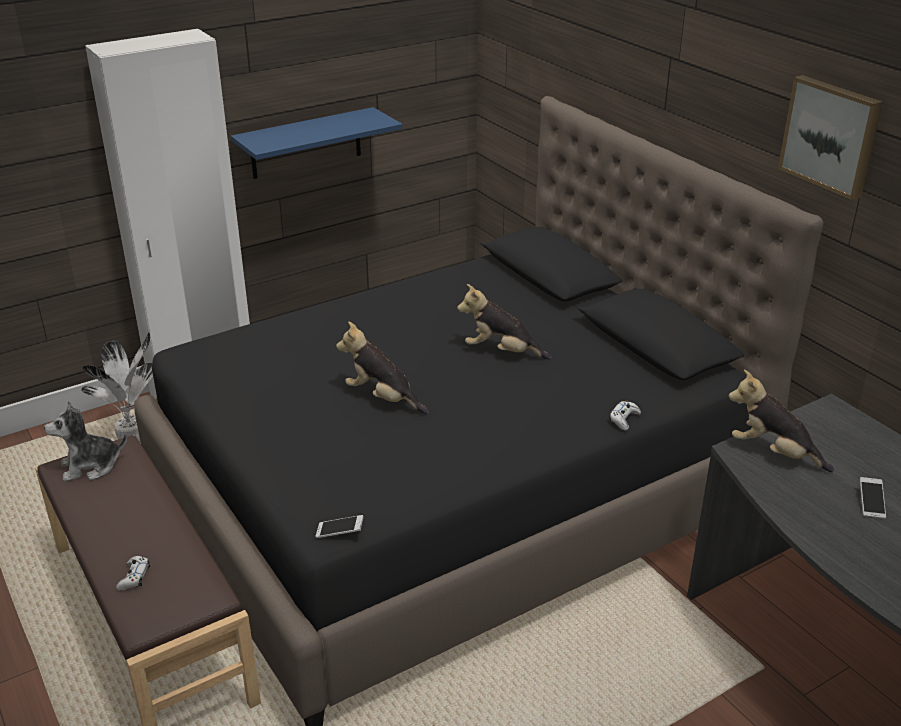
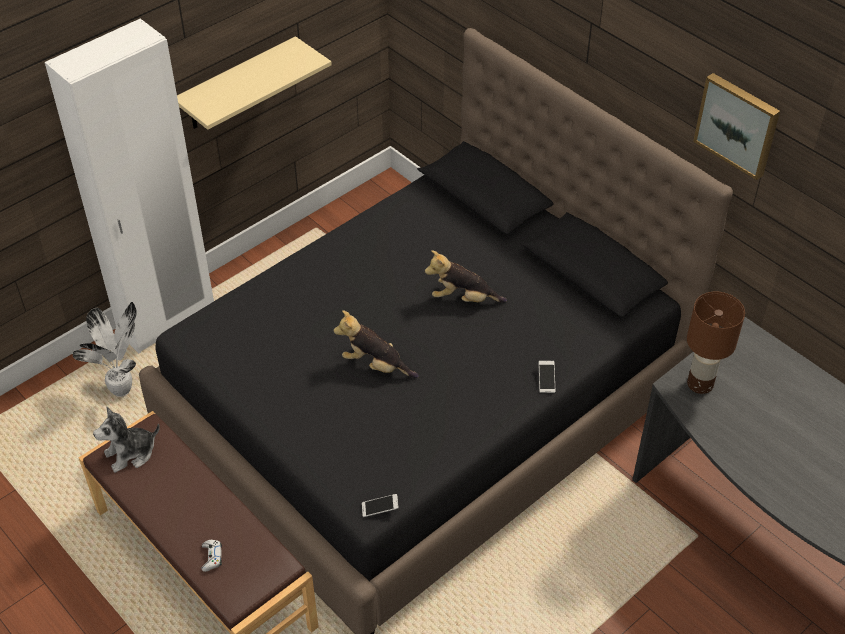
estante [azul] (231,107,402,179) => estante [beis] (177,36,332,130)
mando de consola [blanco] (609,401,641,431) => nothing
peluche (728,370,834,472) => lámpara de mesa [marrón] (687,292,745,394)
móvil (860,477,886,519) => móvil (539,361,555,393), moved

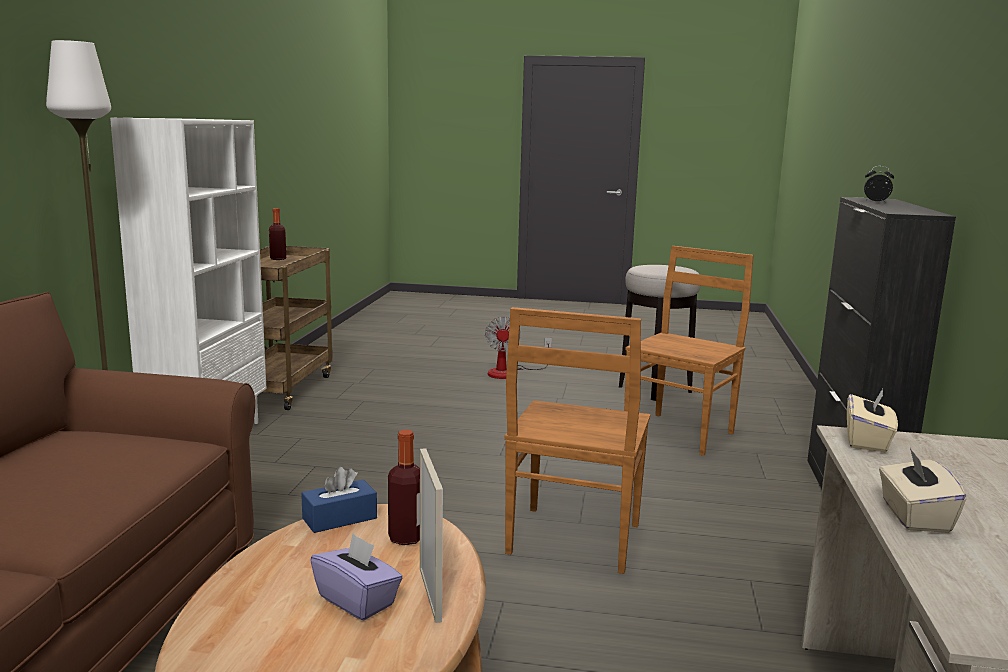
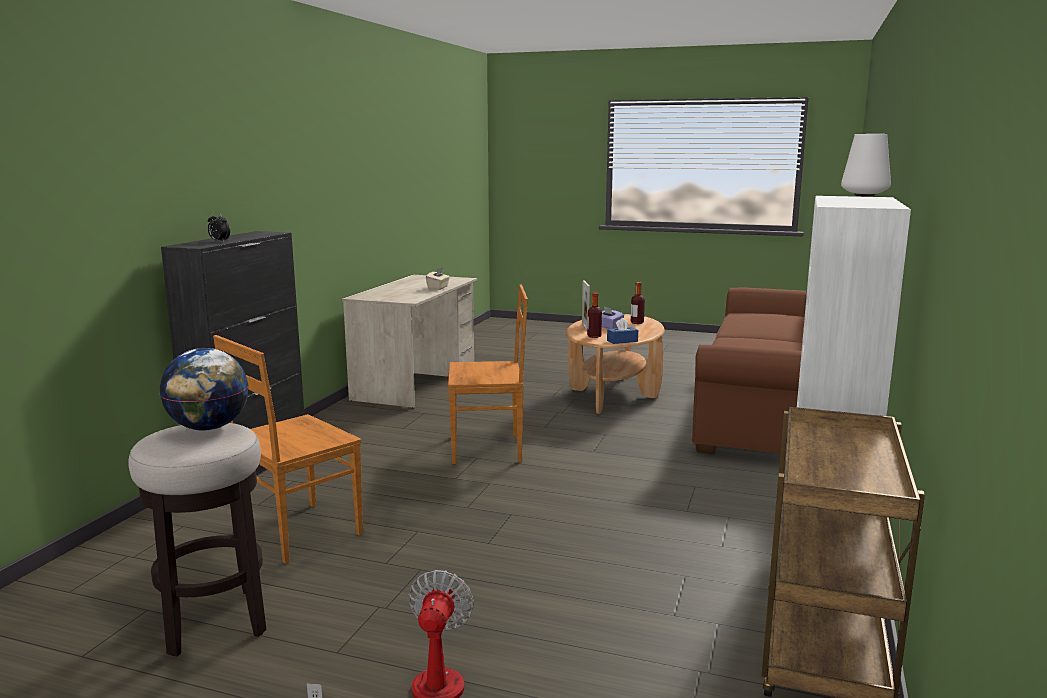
botella (269,208,286,260) => botella (631,282,645,324), moved
silla [marrón] (504,307,650,574) => silla [marrón] (448,285,528,464), 60 degrees clockwise
caja de pañuelos [beis] (847,389,898,452) => nothing
nothing => globo terráqueo (159,348,248,430)

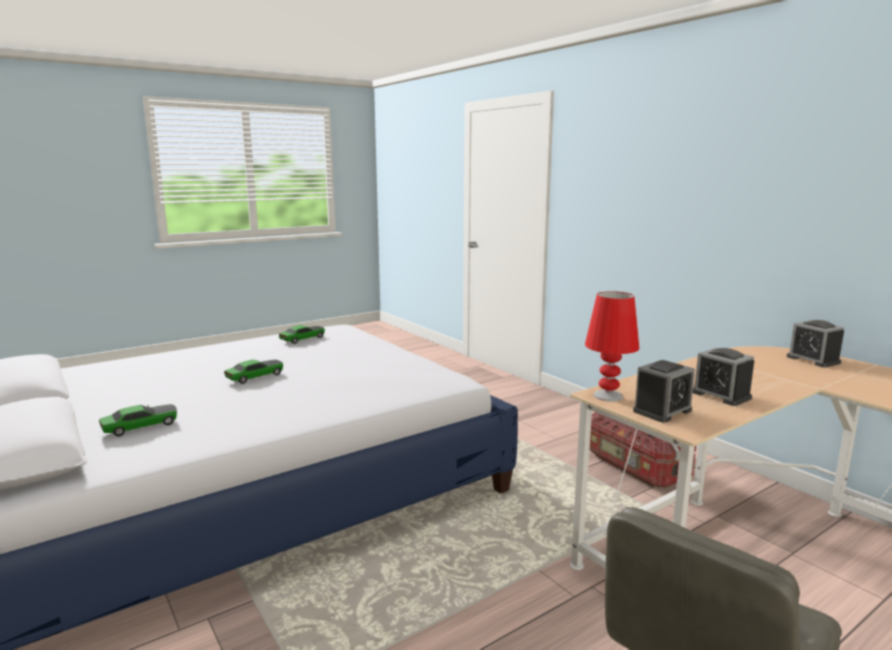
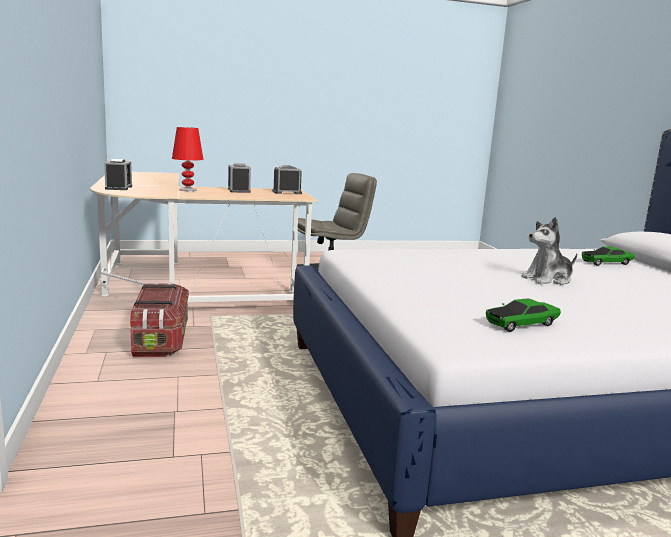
coche de juguete (224,359,283,384) => peluche (522,217,577,285)
lámpara de mesa [rojo] (585,291,640,402) => lámpara de mesa [rojo] (172,127,204,191), moved

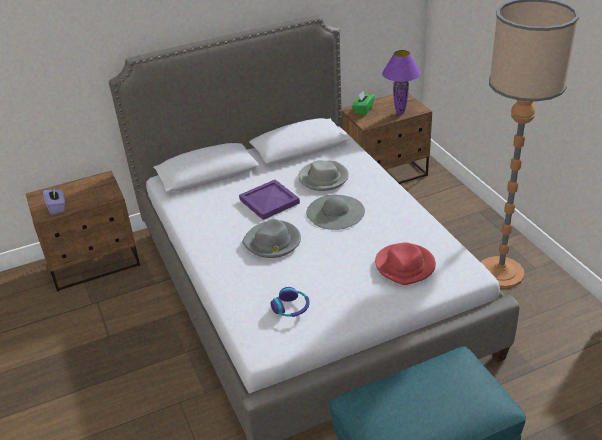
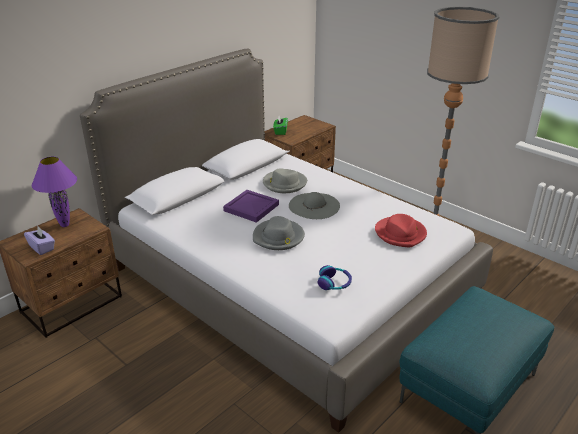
lámpara de mesa [morado] (382,50,421,115) => lámpara de mesa [morado] (32,157,77,227), moved

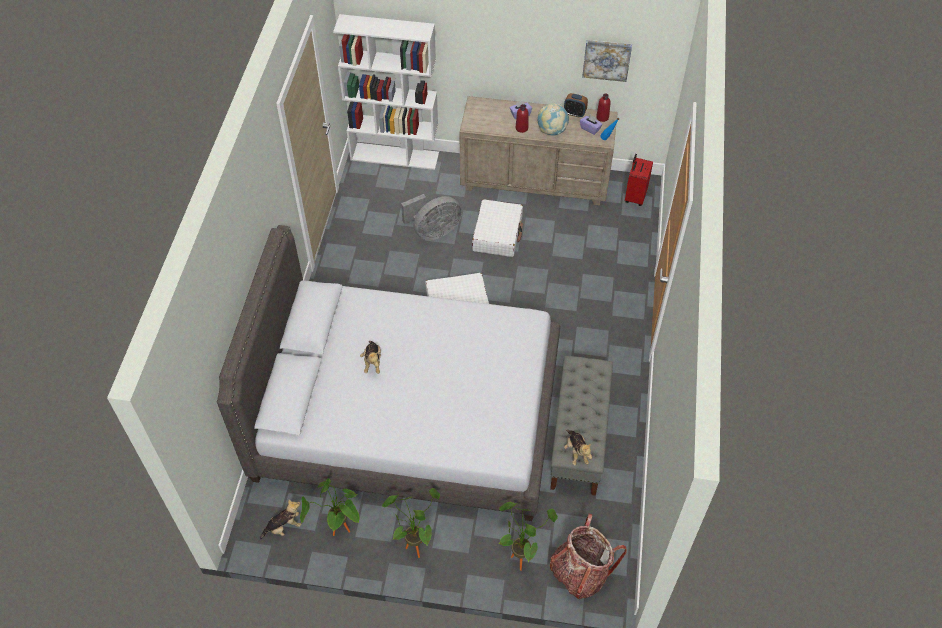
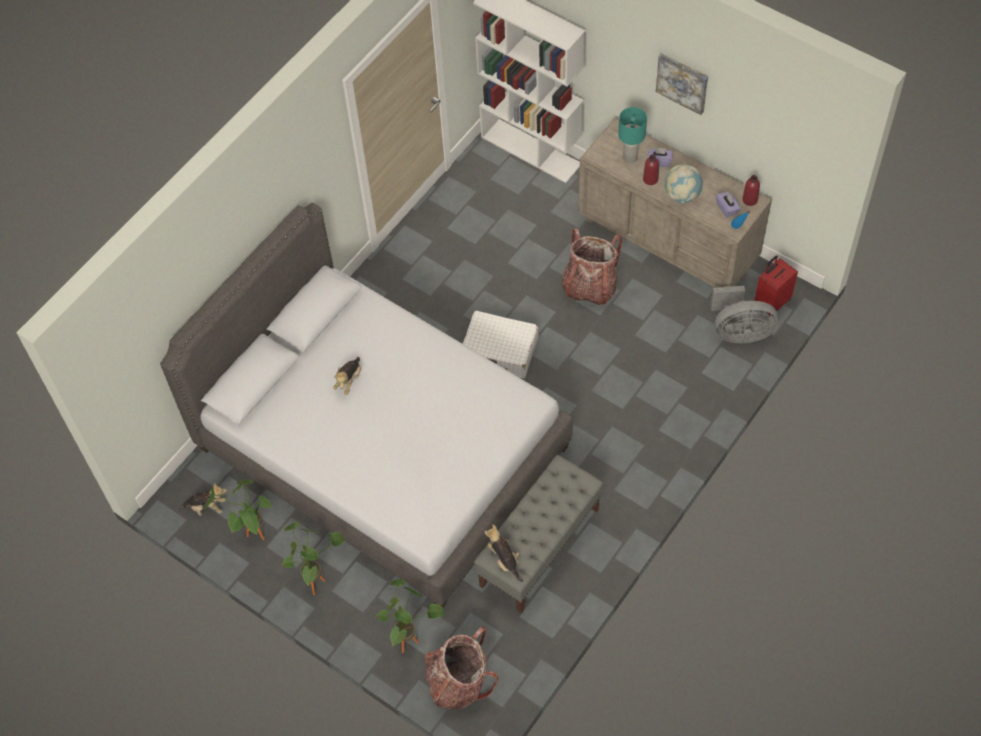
ventilador [gris] (401,194,462,240) => ventilador [gris] (710,286,779,343), moved
maleta [blanco] (472,199,523,257) => mochila (561,228,622,305)
despertador (564,93,588,118) => nothing
peluche (564,430,592,465) => peluche (485,525,523,582), 135 degrees clockwise
cuadro (582,40,632,82) => cuadro (656,53,708,115), moved
nothing => lámpara de mesa [turquesa] (618,107,647,163)

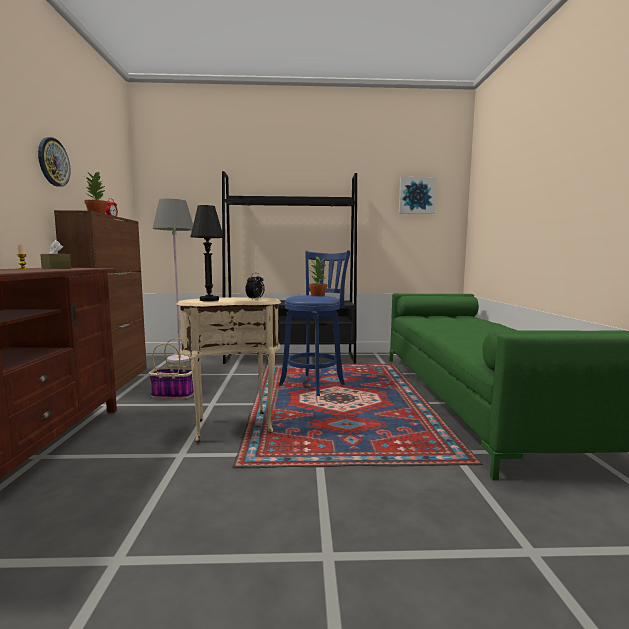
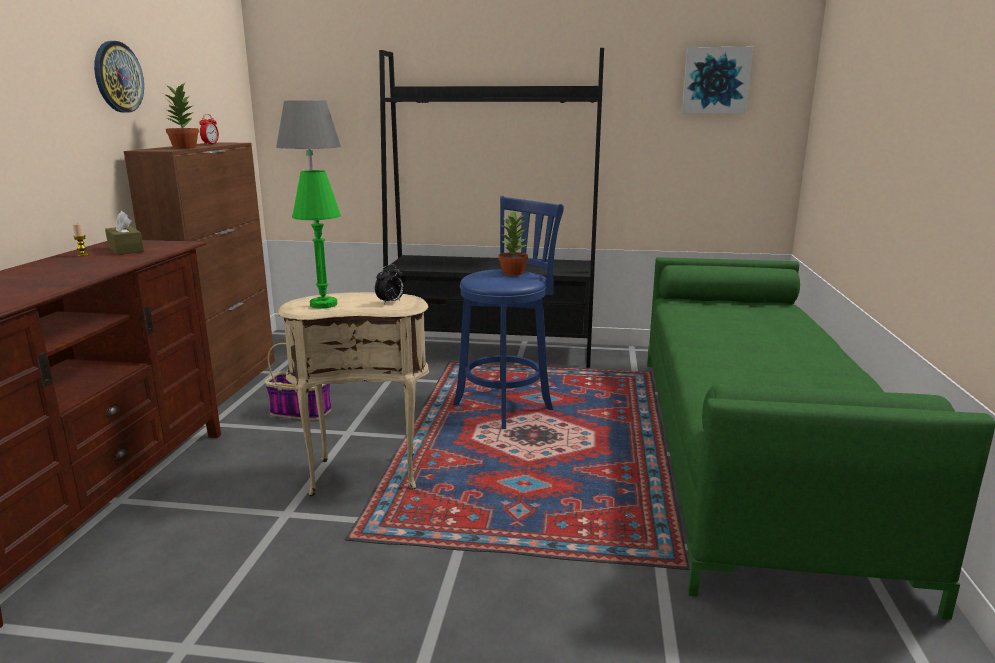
lámpara de mesa [negro] (190,205,224,301) => lámpara de mesa [verde] (292,170,341,309)

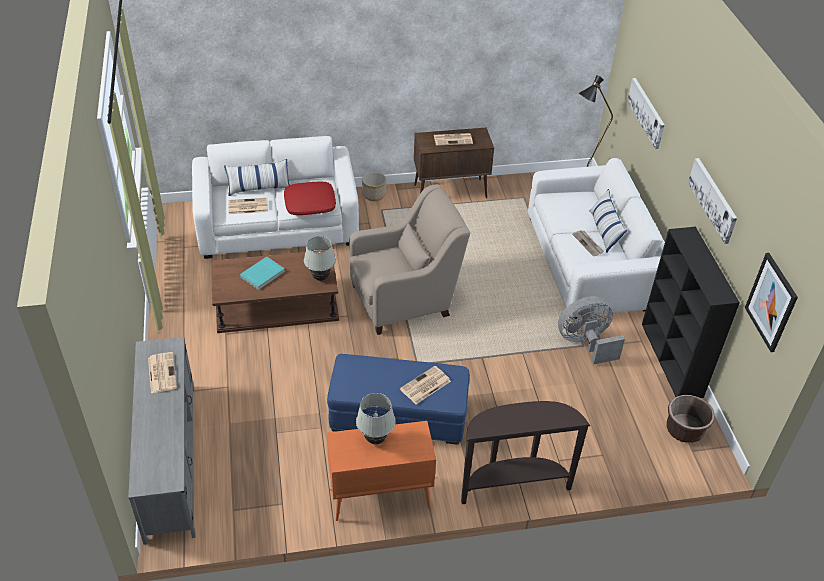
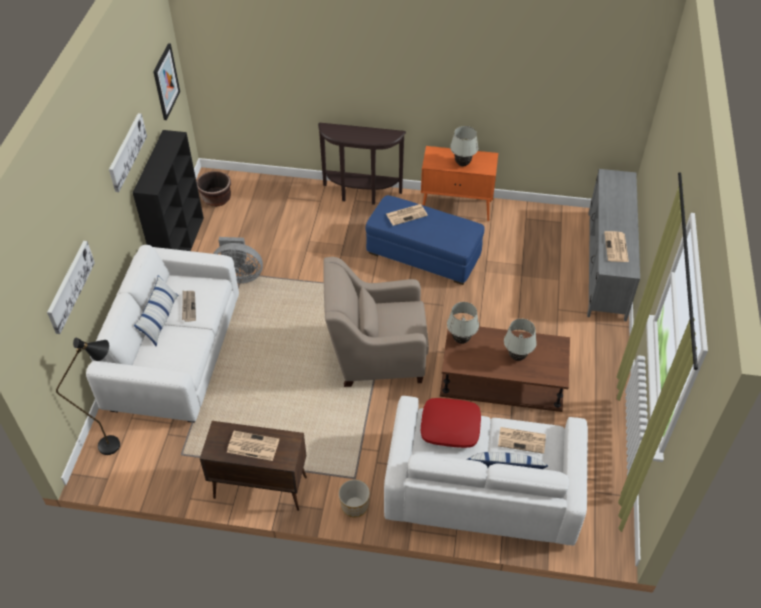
libro [turquesa] (240,257,285,290) => lámpara de mesa [blanco] (504,319,537,361)

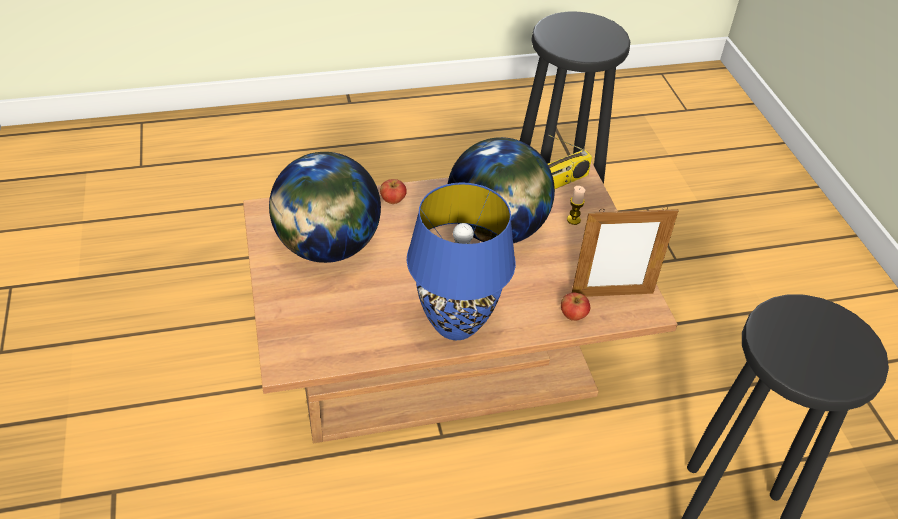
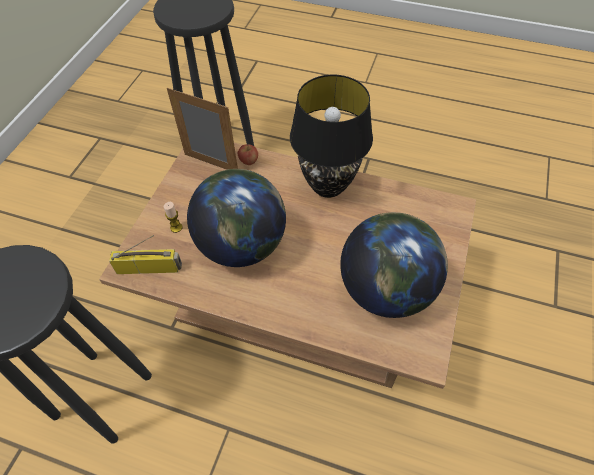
manzana (380,179,407,204) => nothing
lámpara de mesa [azul] (407,182,516,340) => lámpara de mesa [negro] (290,75,373,198)

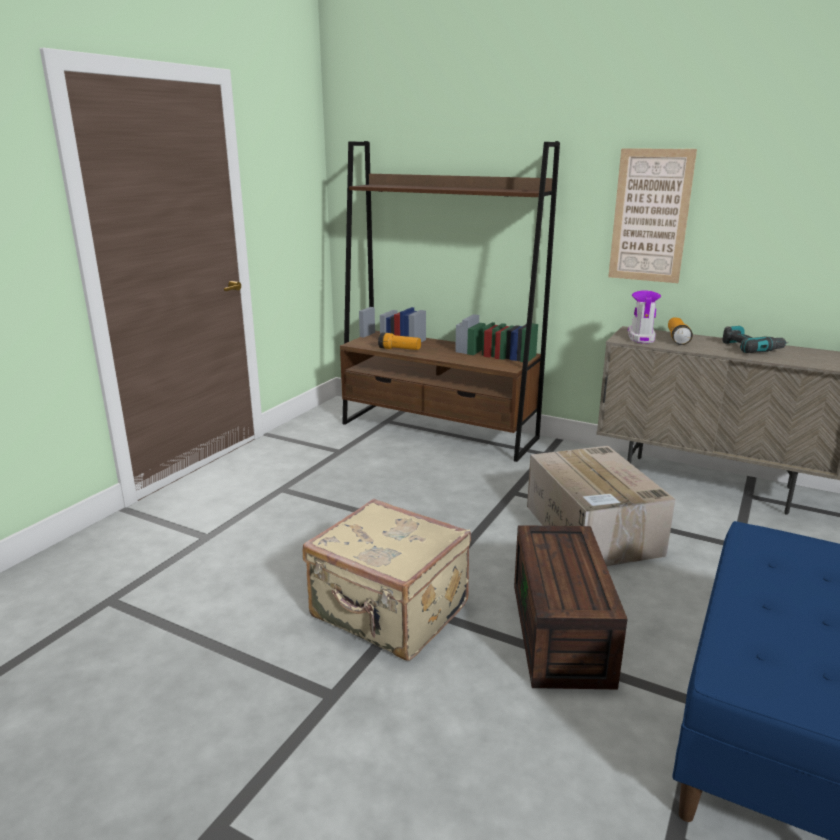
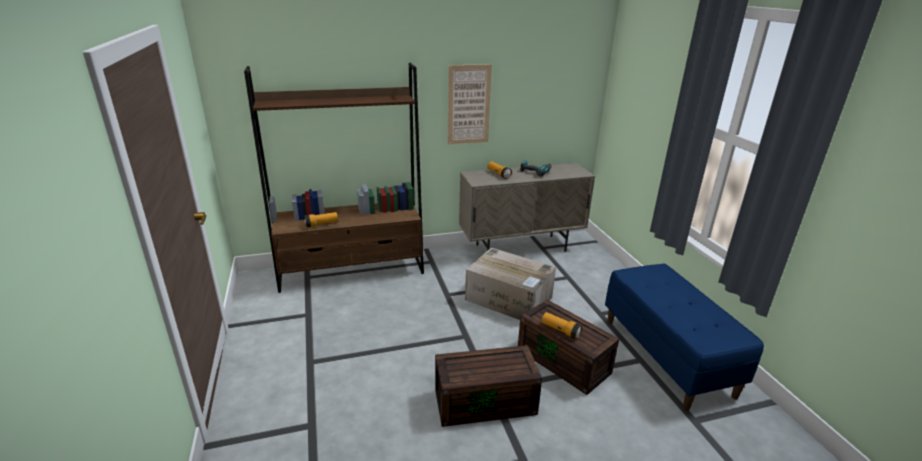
maleta [beis] (303,499,471,661) => caja de almacenaje [marrón] (435,345,542,427)
bota (628,290,661,343) => nothing
nothing => linterna (542,312,582,339)

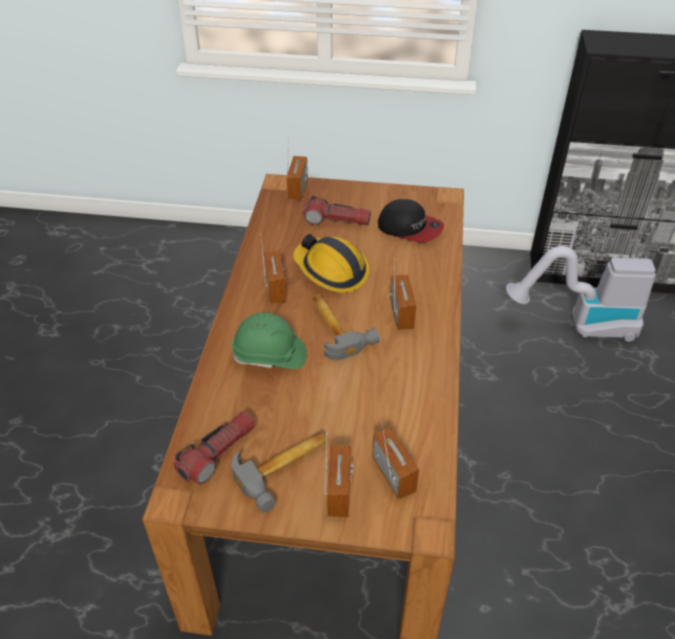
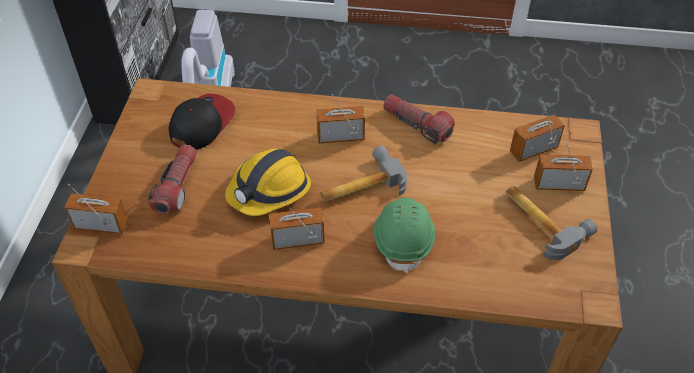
linterna (173,411,256,484) => linterna (383,94,455,144), moved

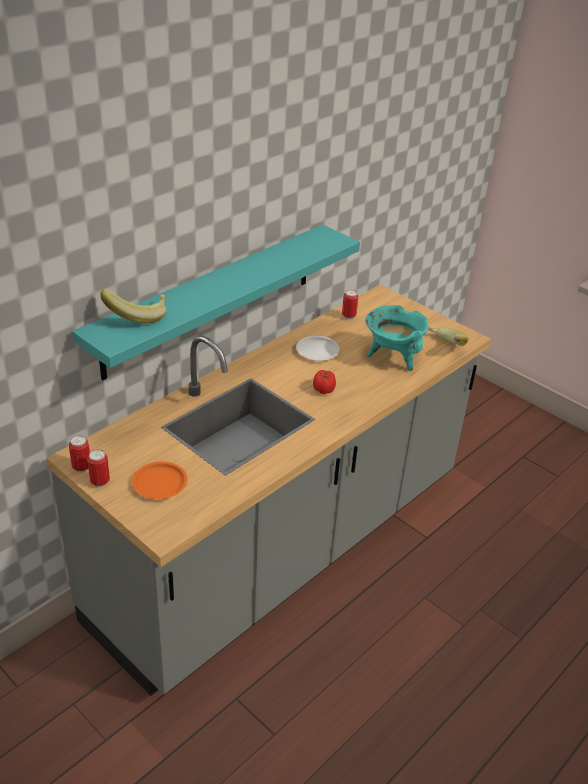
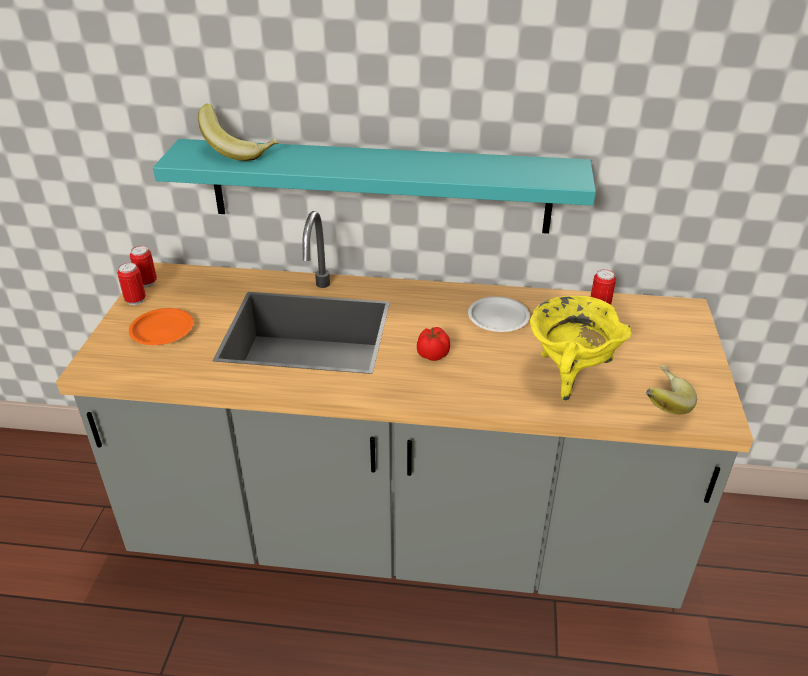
olla [turquesa] (365,305,429,371) => olla [amarillo] (530,296,632,401)

